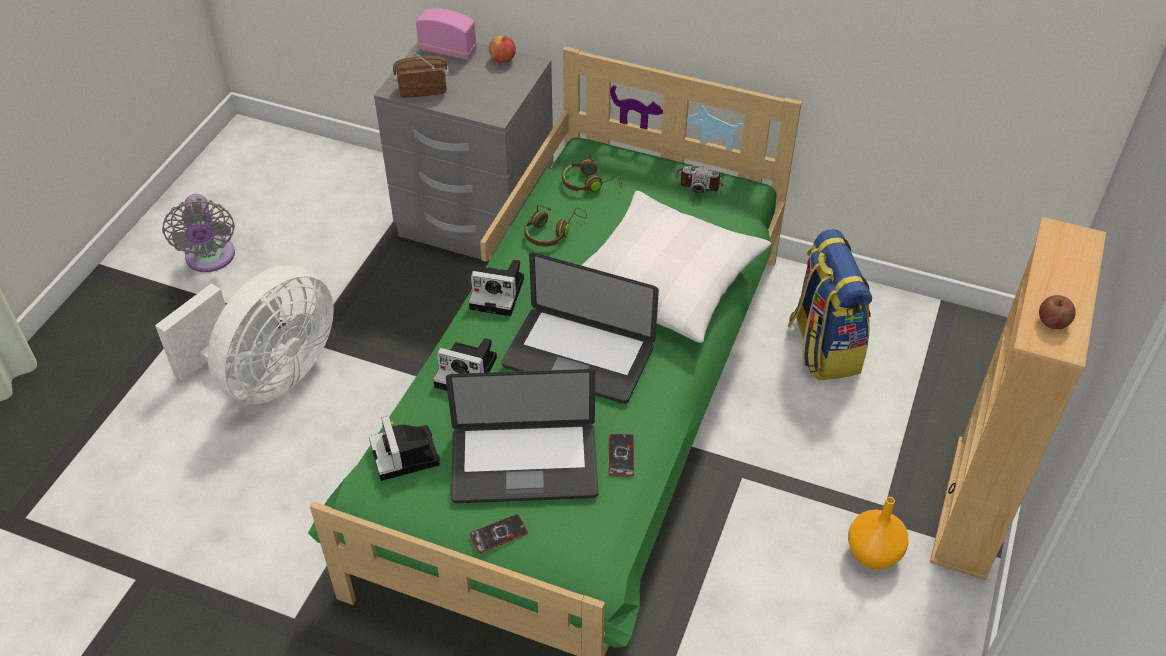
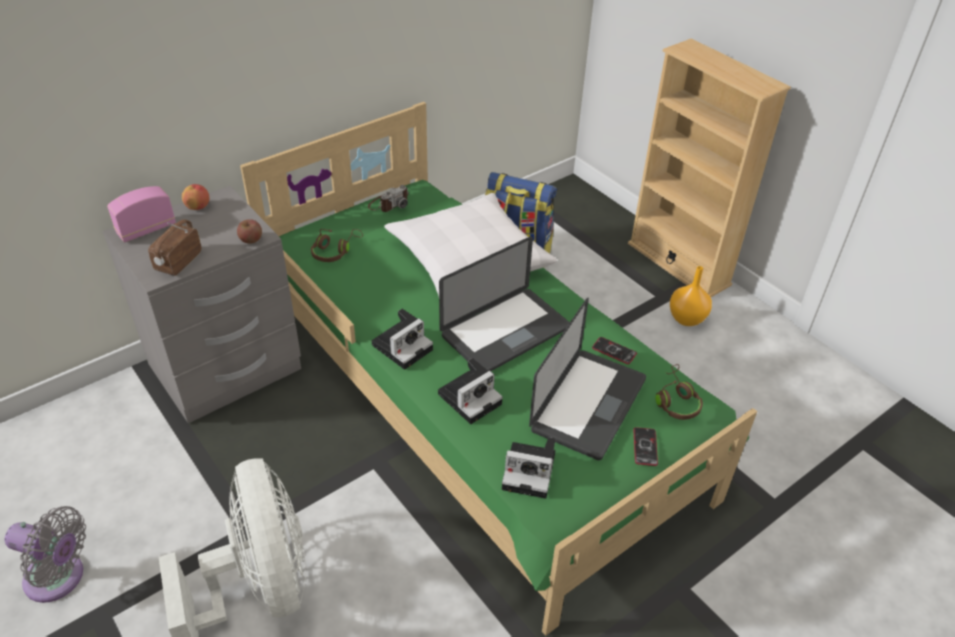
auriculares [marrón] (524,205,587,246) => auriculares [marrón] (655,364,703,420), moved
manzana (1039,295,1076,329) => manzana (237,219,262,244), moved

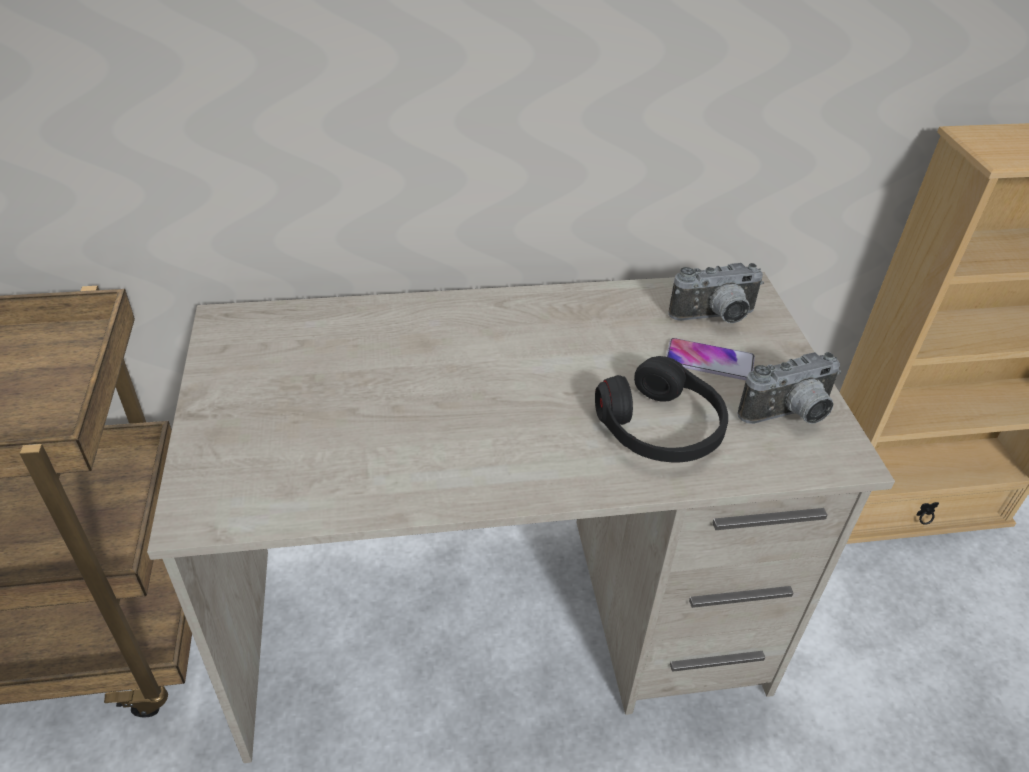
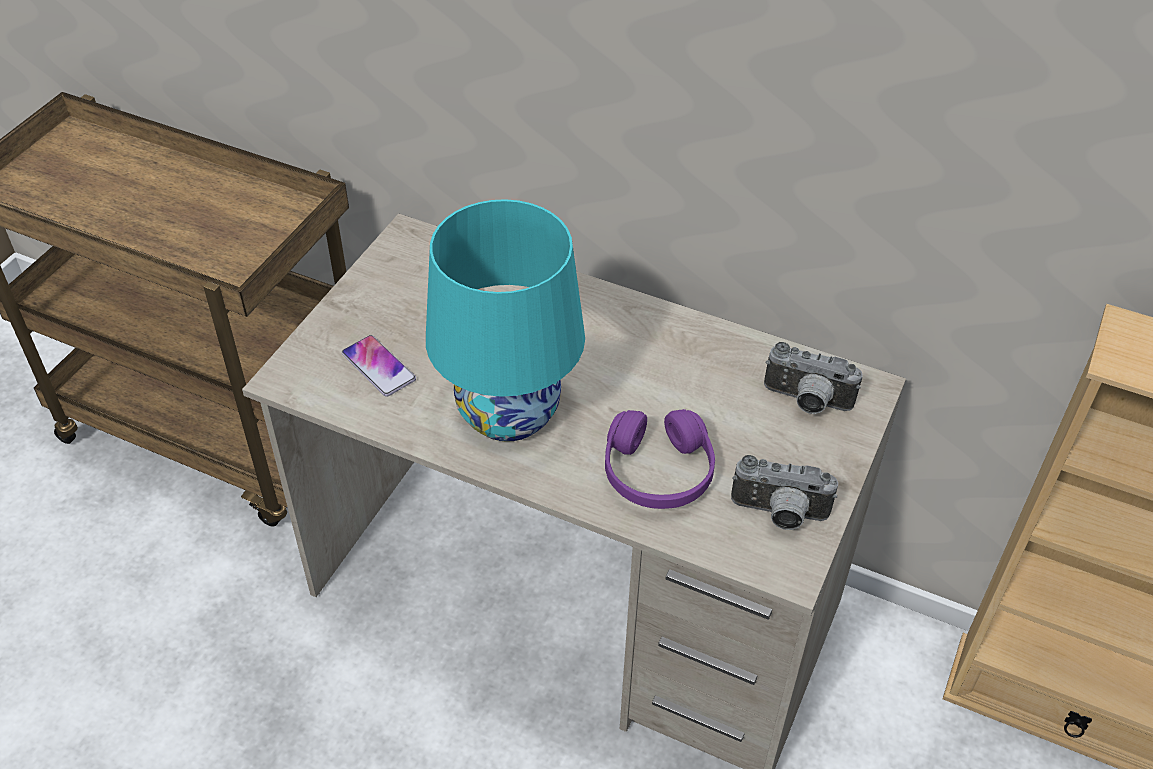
auriculares [negro] (595,356,728,463) => auriculares [morado] (605,409,715,509)
móvil (666,338,755,380) => móvil (342,335,416,397), moved
nothing => lámpara de mesa [turquesa] (426,199,585,442)

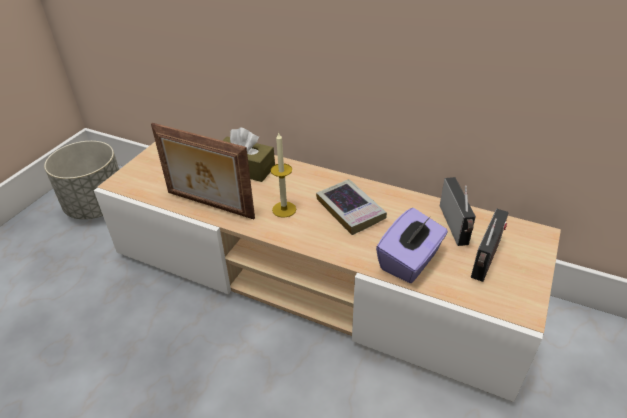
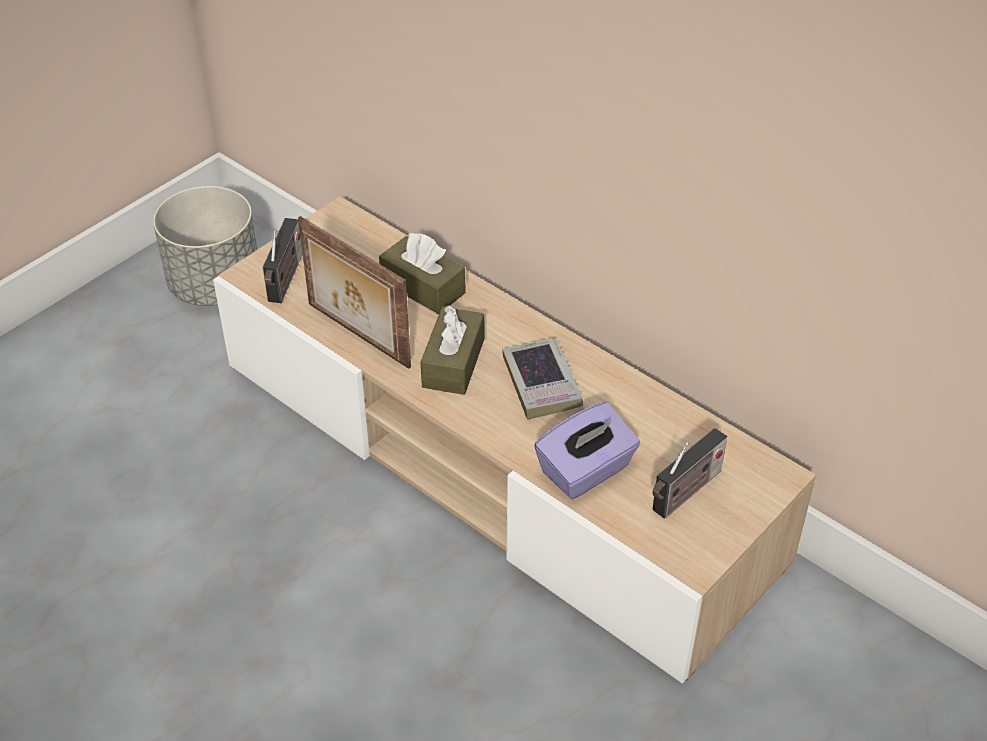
vela (270,133,296,218) => caja de pañuelos [marrón] (421,305,484,395)
radio (440,177,476,246) => radio (263,218,303,303), moved

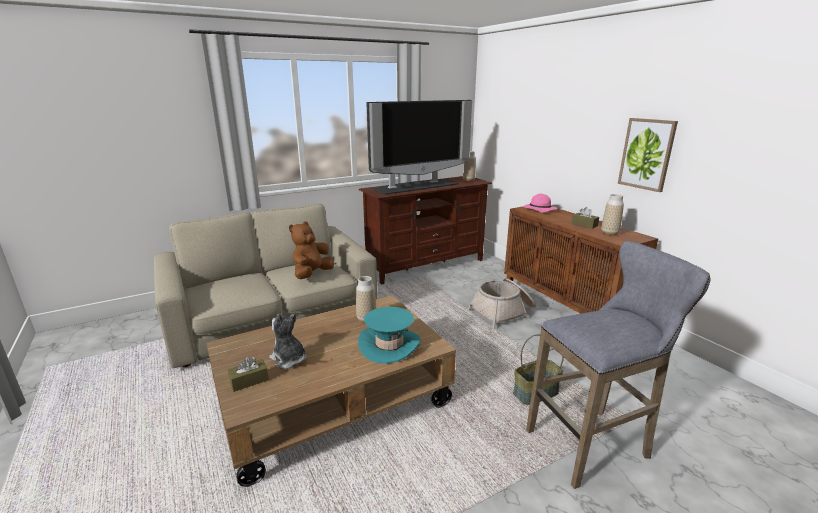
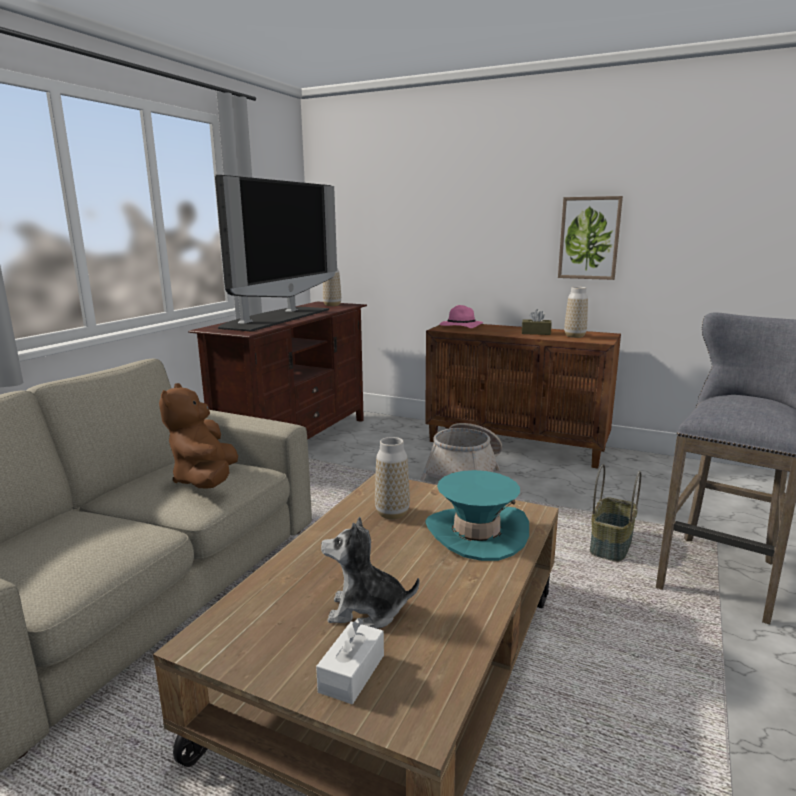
caja de pañuelos [marrón] (228,357,269,392) => caja de pañuelos [blanco] (316,618,384,704)

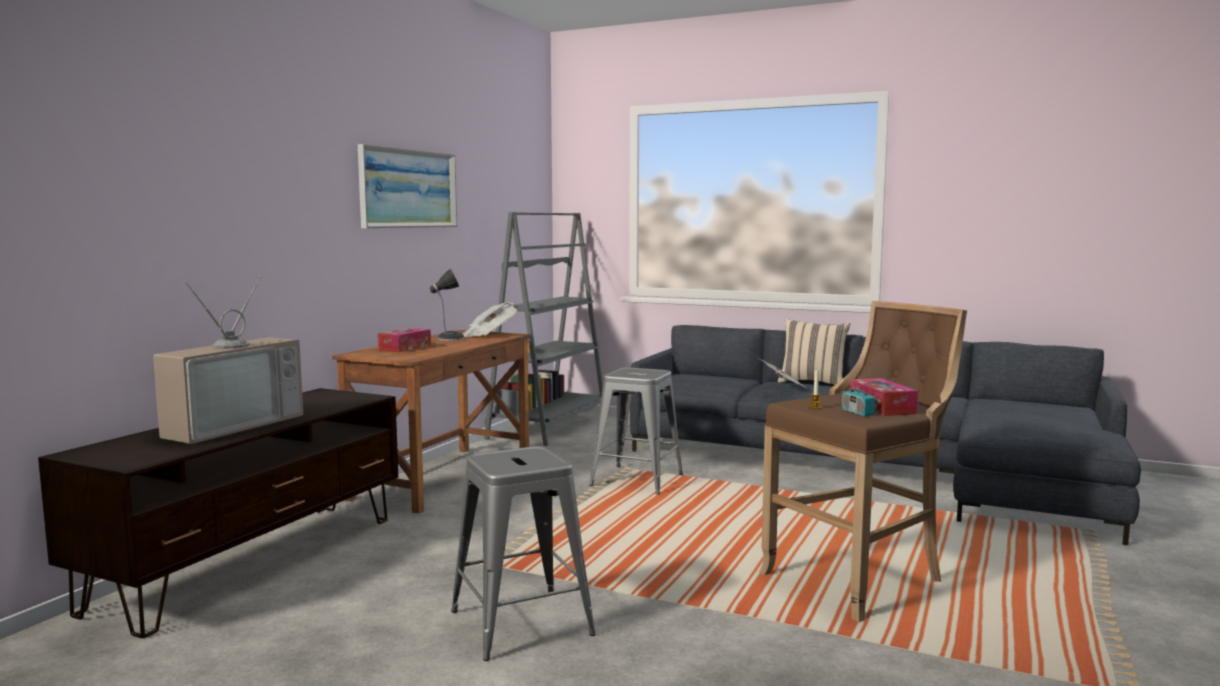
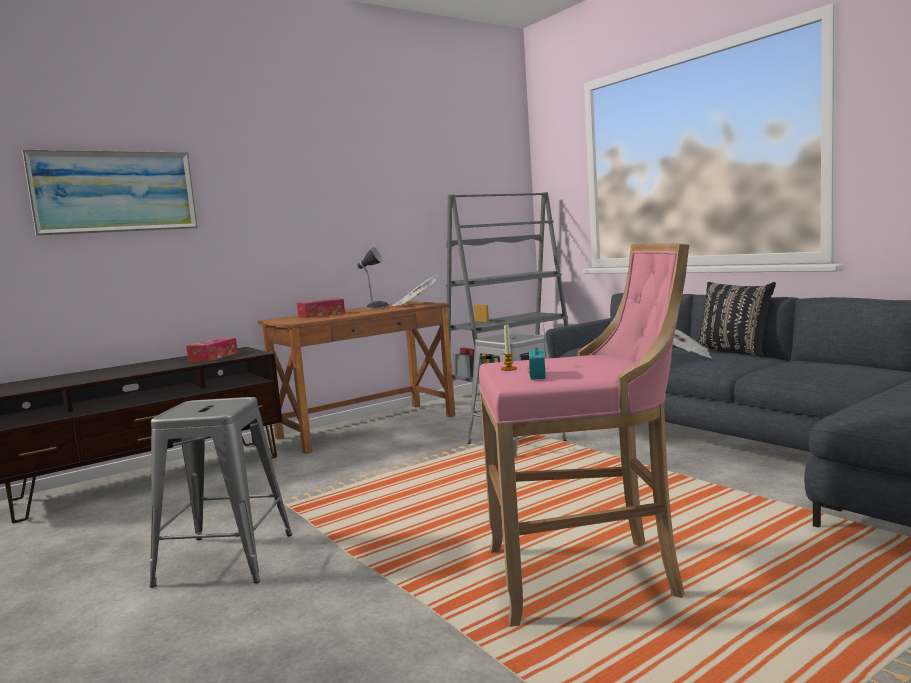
televisor (153,276,303,444) => nothing
cuadro (358,144,457,228) => cuadro (22,150,198,236), moved
taburete [marrón] (759,301,967,622) => taburete [rosa] (479,243,689,627)
cojín [beis] (778,319,851,385) => cojín [negro] (698,282,776,357)
caja de pañuelos (850,378,918,416) => caja de pañuelos (186,338,238,362), moved

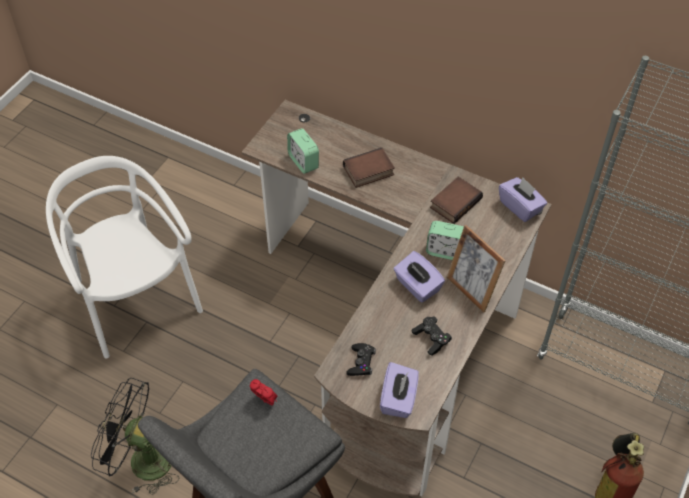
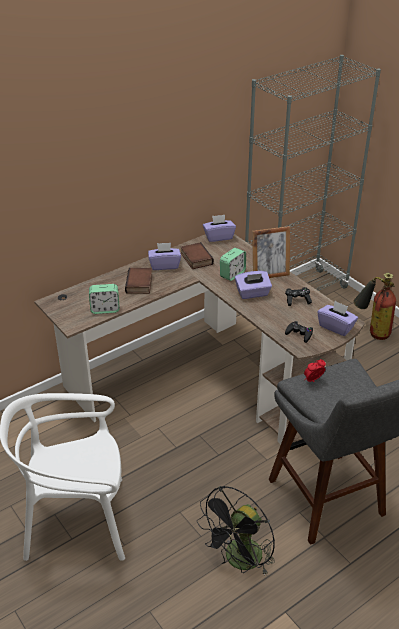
nothing => caja de pañuelos [morado] (148,243,181,270)

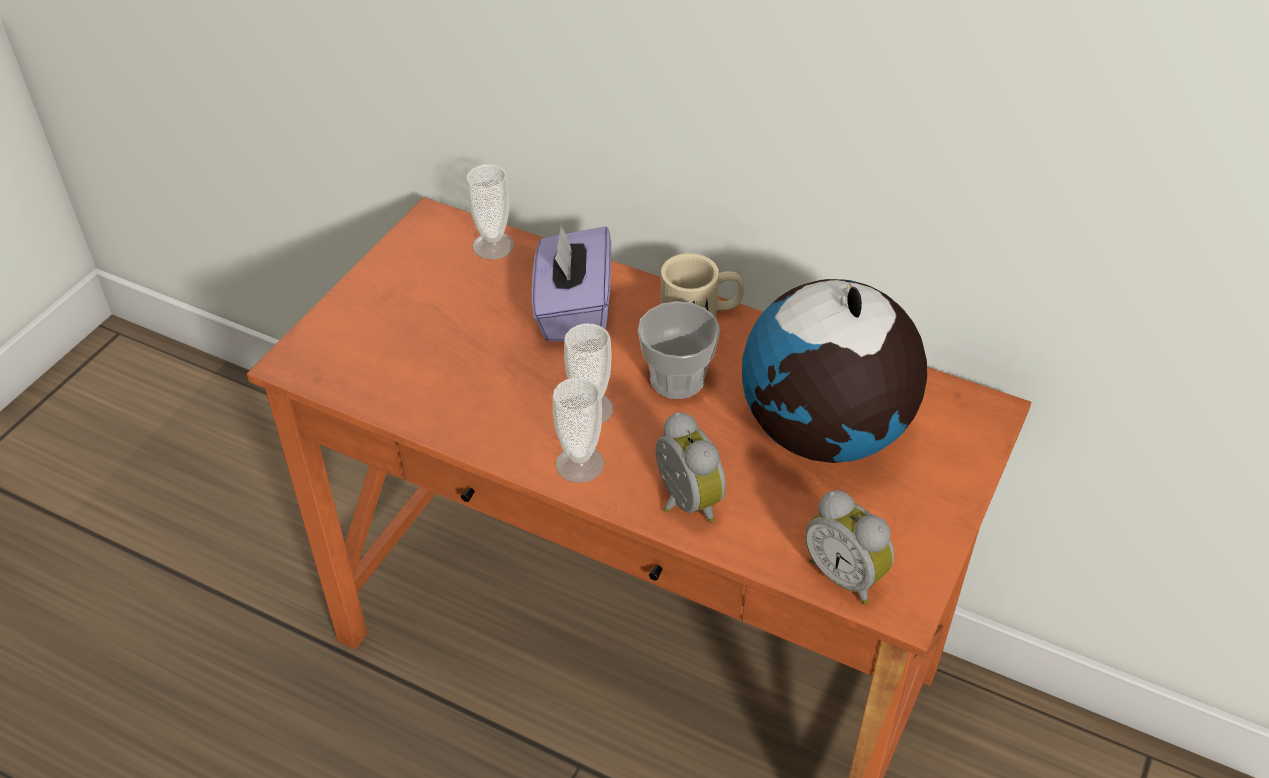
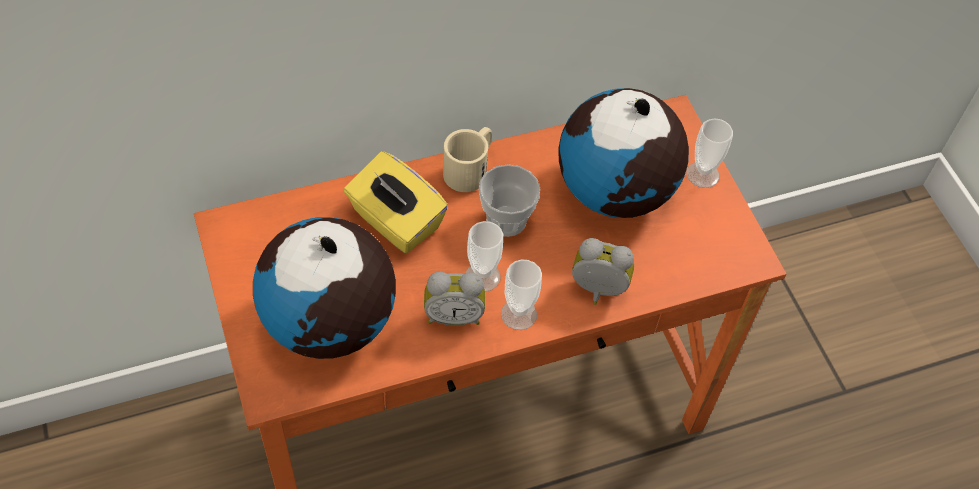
taza (466,164,514,260) => taza (686,118,733,188), moved
caja de pañuelos [morado] (532,225,611,342) => caja de pañuelos [amarillo] (344,151,448,253)
despertador (805,490,894,605) => despertador (424,272,485,326), moved
nothing => globo terráqueo (253,217,396,359)

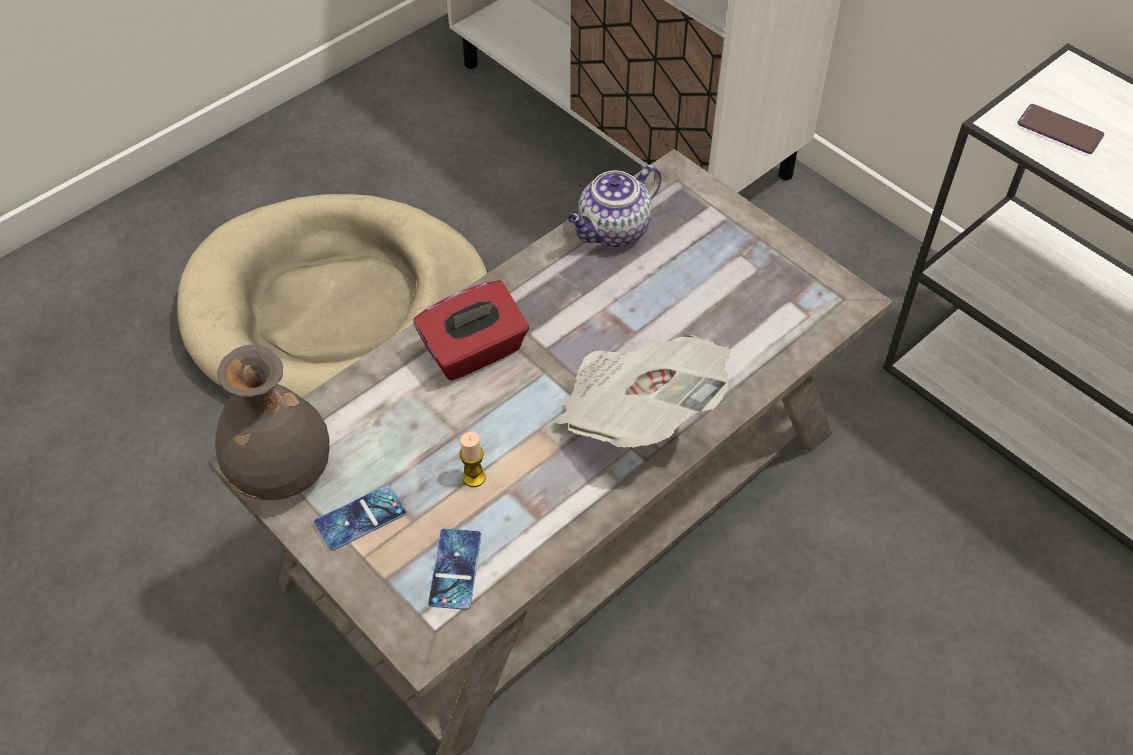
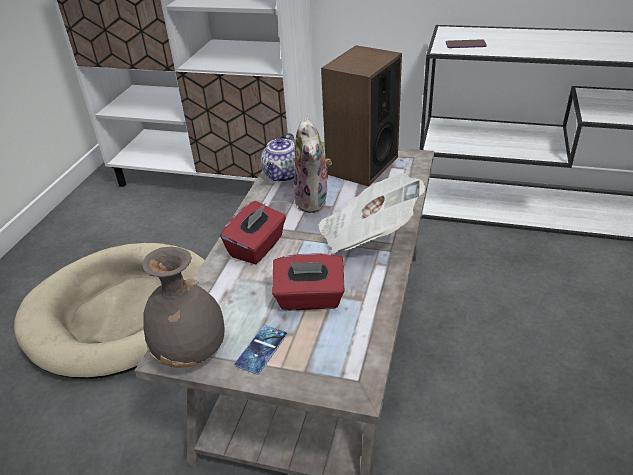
móvil (428,528,481,610) => nothing
vela (460,432,485,487) => caja de pañuelos [rojo] (272,253,344,311)
nothing => peluche (293,117,332,213)
nothing => altavoz (321,45,402,186)

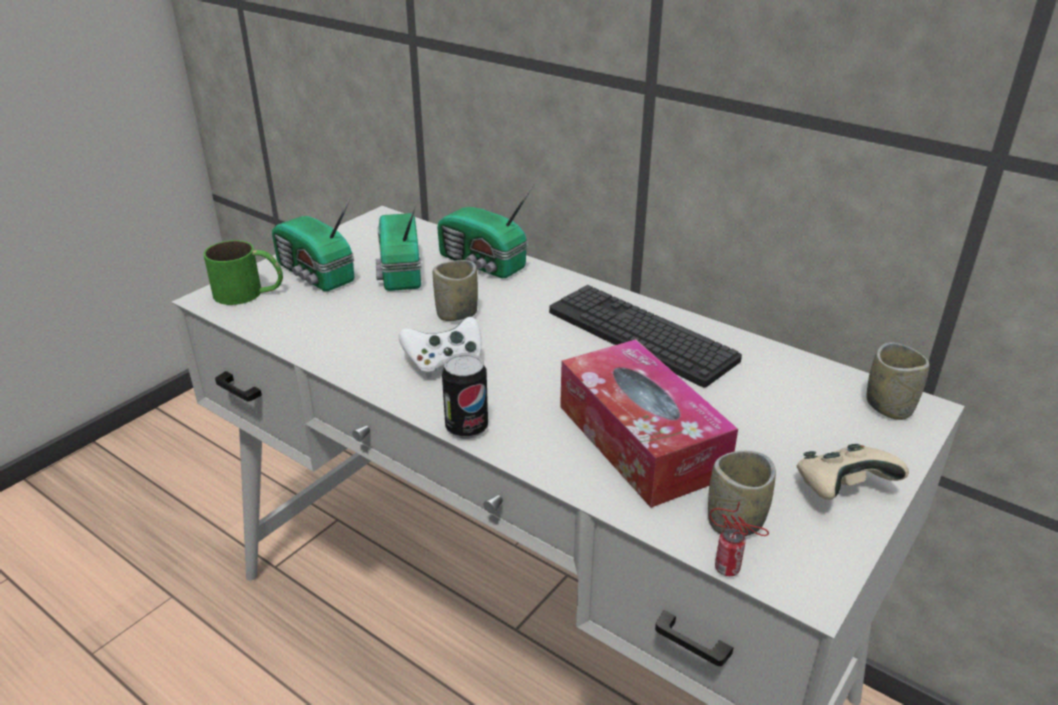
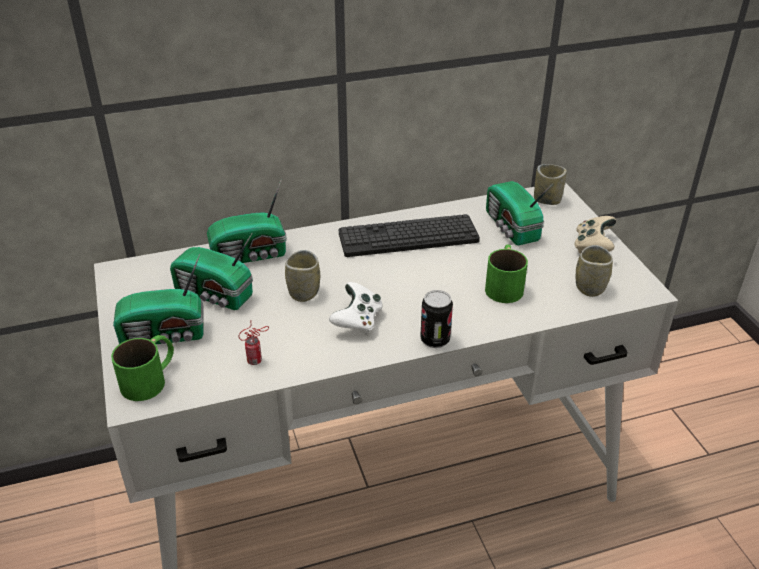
caja de pañuelos (560,339,738,508) => taza grande [verde] (485,244,528,303)
lata (710,502,769,576) => lata (239,320,269,365), moved
nothing => radio (486,181,554,245)

